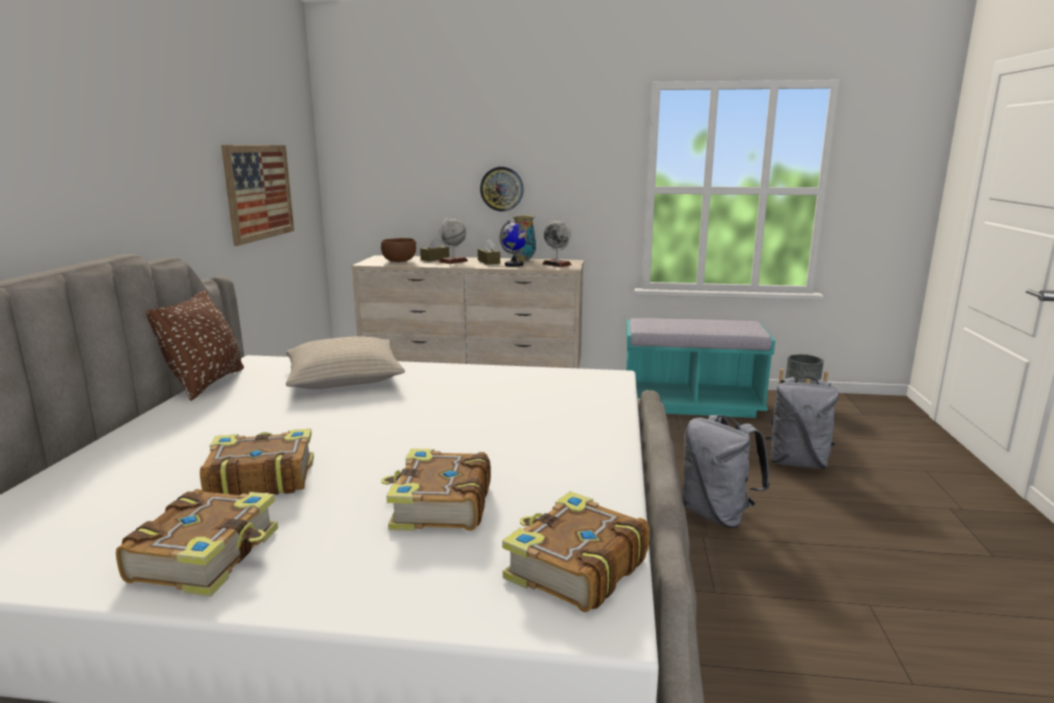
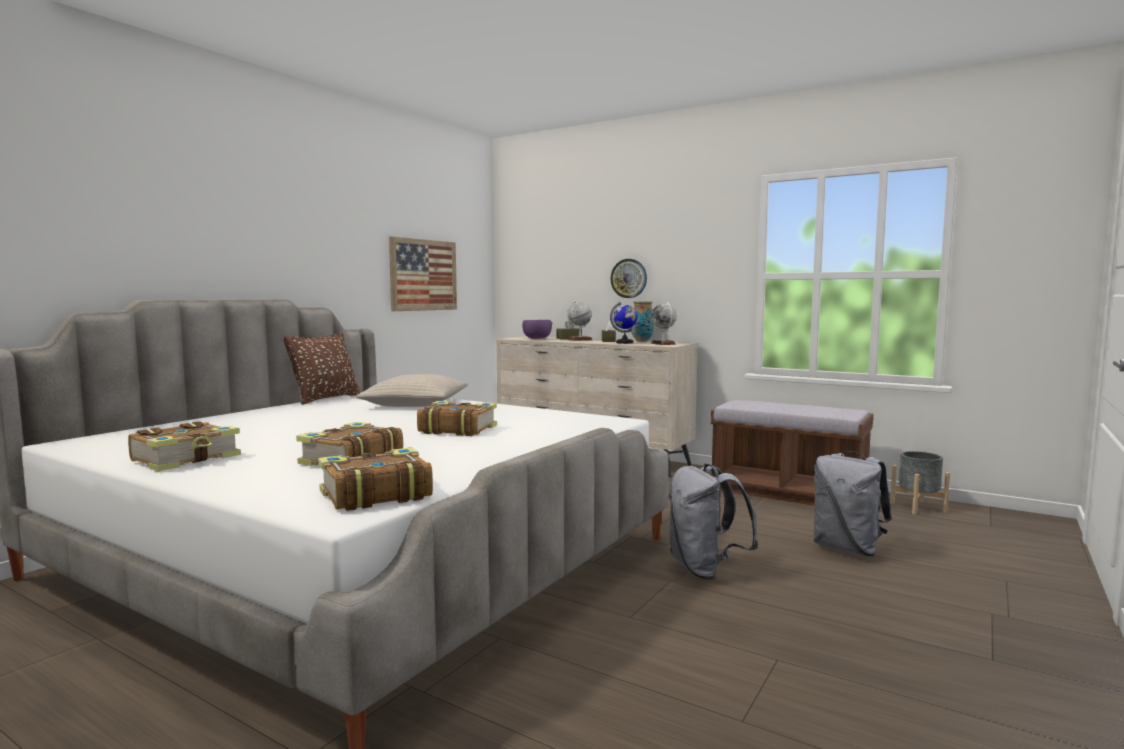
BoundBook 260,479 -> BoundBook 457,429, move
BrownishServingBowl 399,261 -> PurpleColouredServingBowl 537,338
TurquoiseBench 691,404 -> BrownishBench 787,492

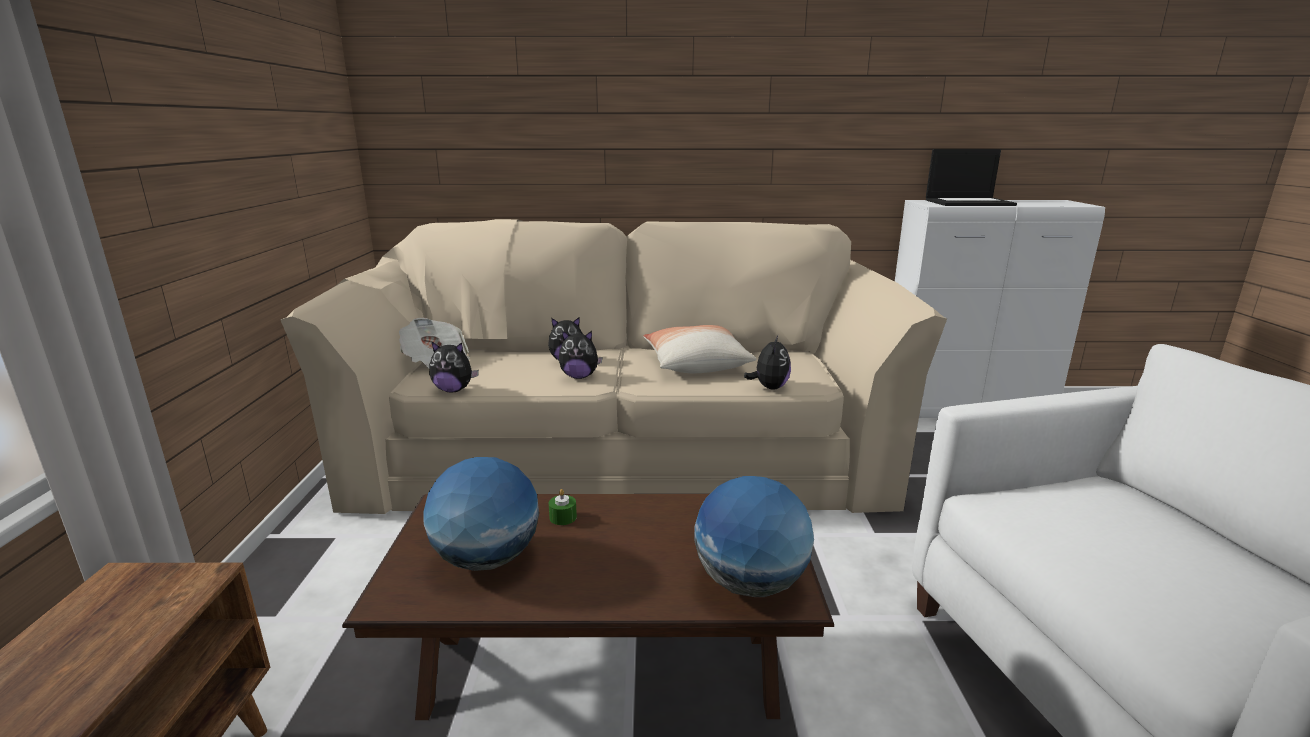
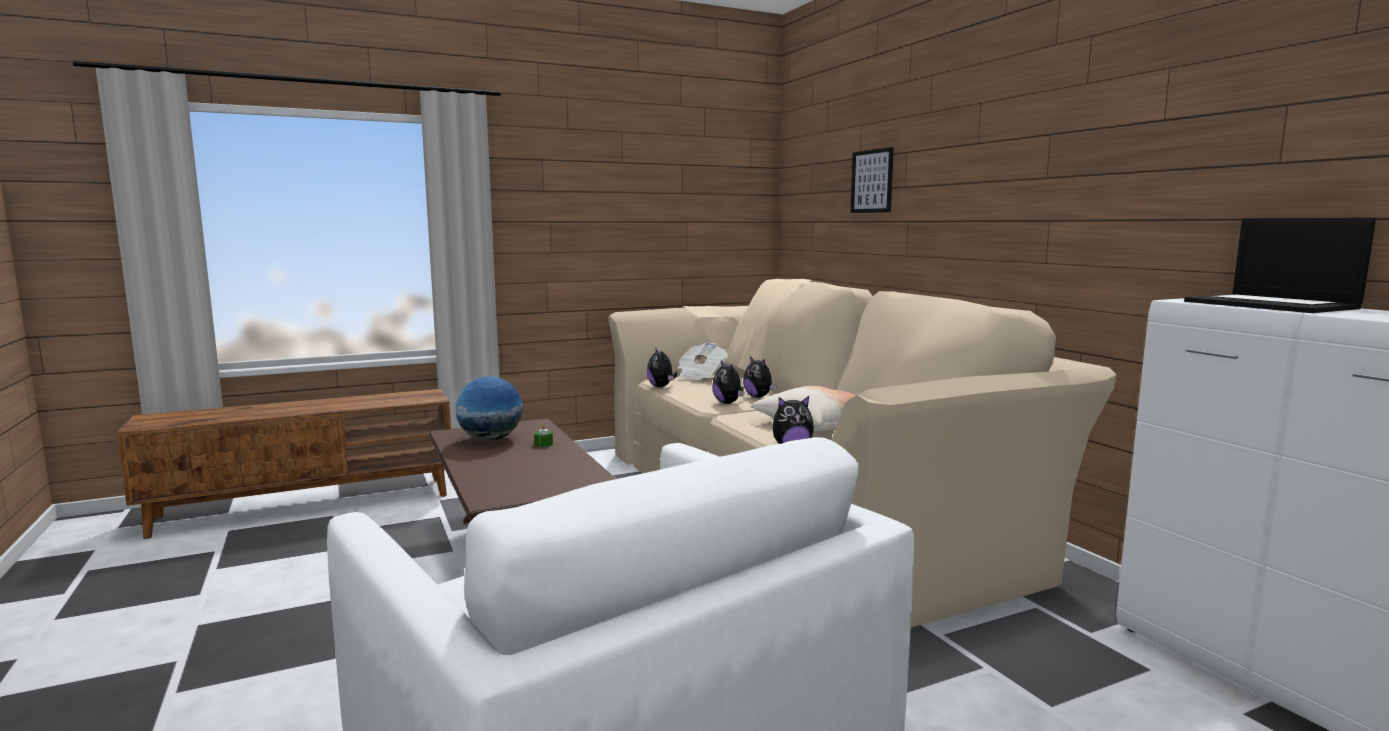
Globe 750,583 -> none
none -> WallPicture 872,181

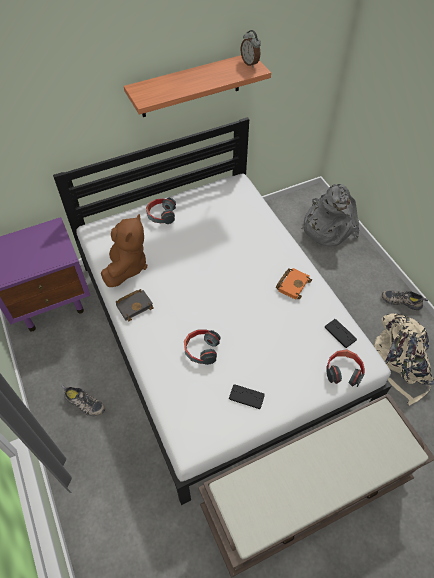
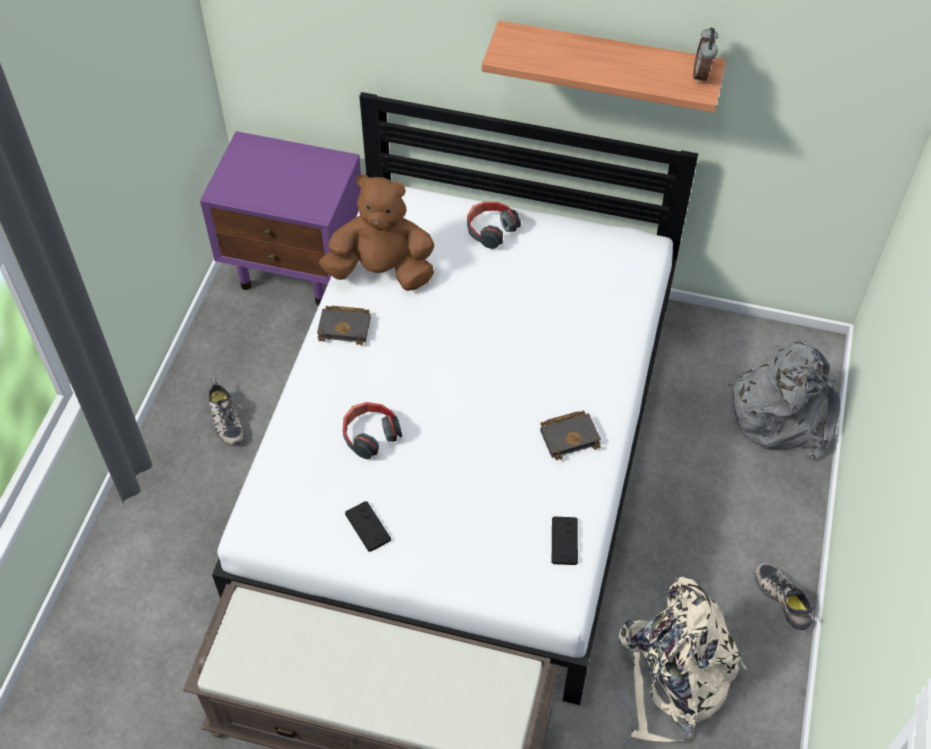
BrownishPlushToy 126,266 -> BrownishPlushToy 382,271, 135 degrees counterclockwise
OrangeyBoundBook 292,284 -> BlackColouredBoundBook 570,436
Headphones 343,371 -> none

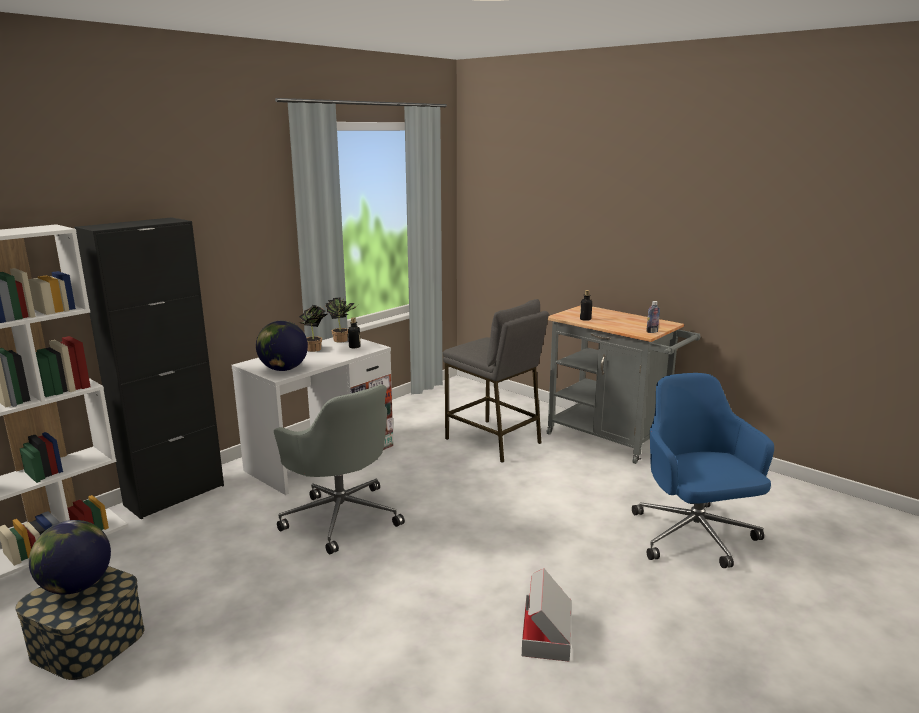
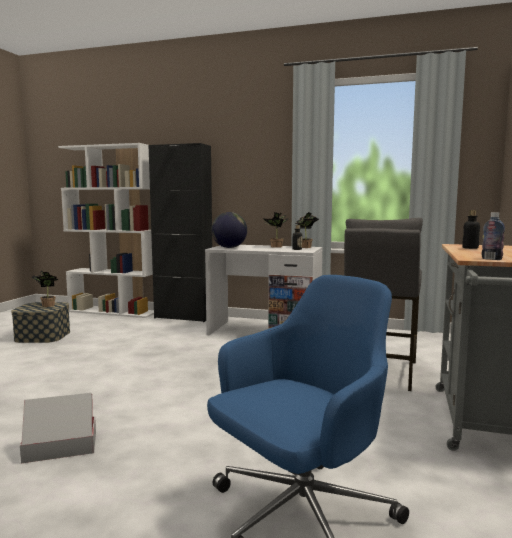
Globe 76,586 -> Houseplant 46,305
GrayDeskChair 341,516 -> none

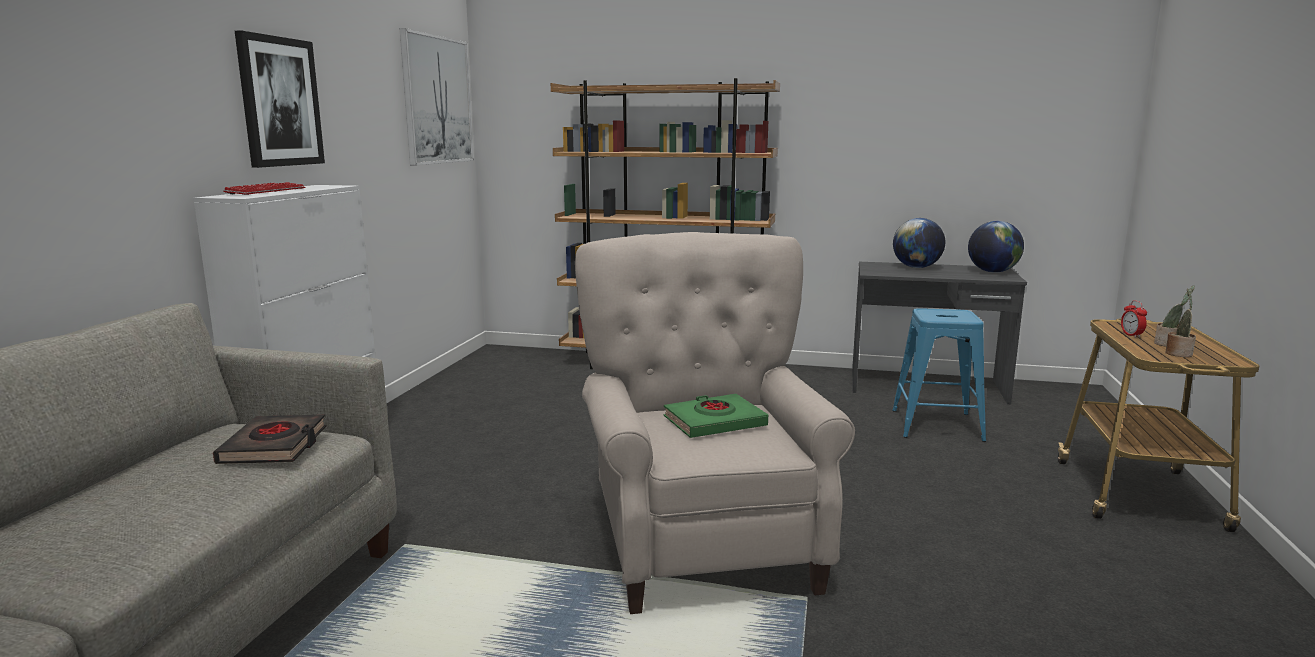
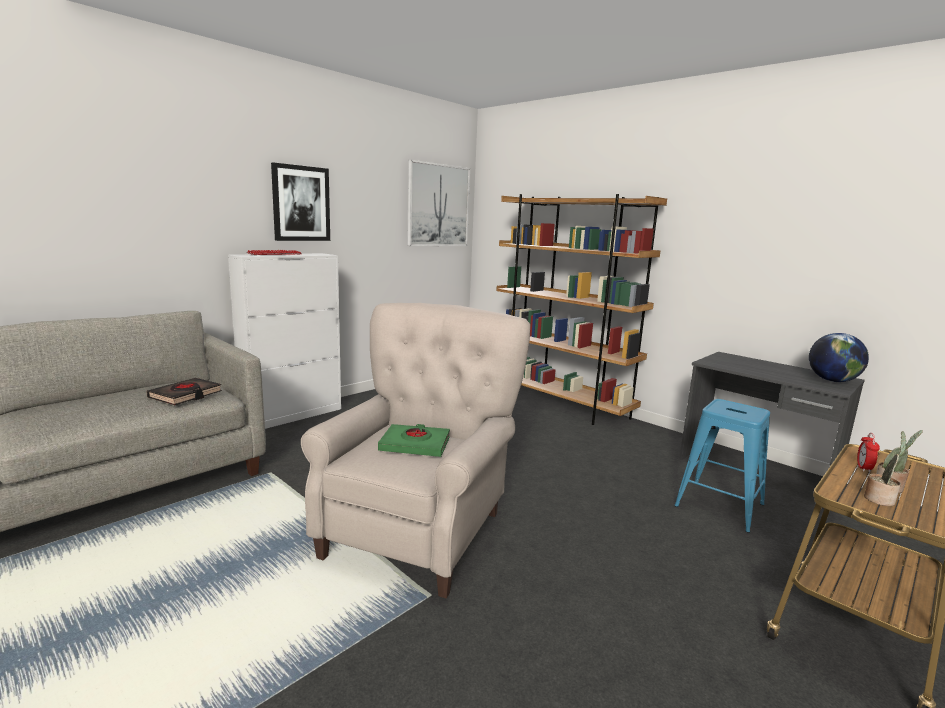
Globe 916,267 -> none

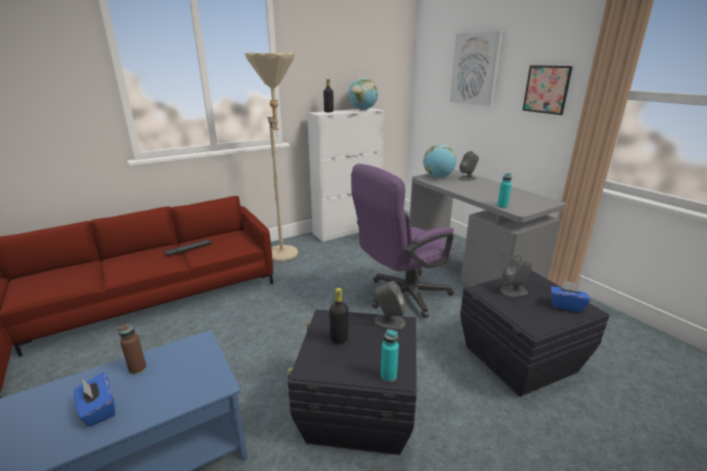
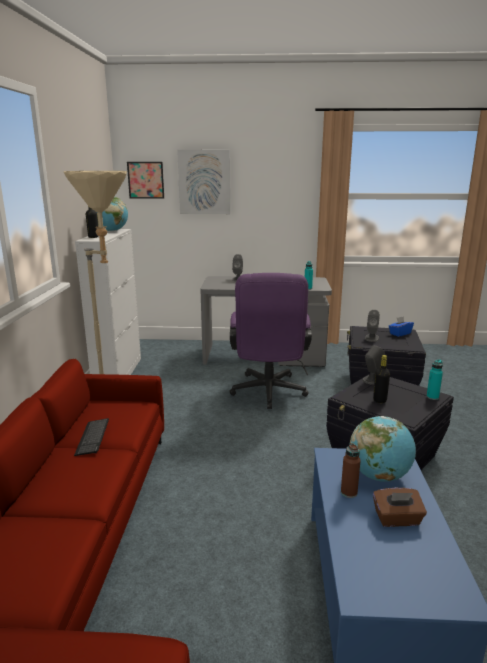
BlueTissueHolder 98,410 -> BrownishTissueHolder 397,519
Globe 438,177 -> Globe 379,476, move
WallPicture 546,89 -> WallPicture 146,180, move

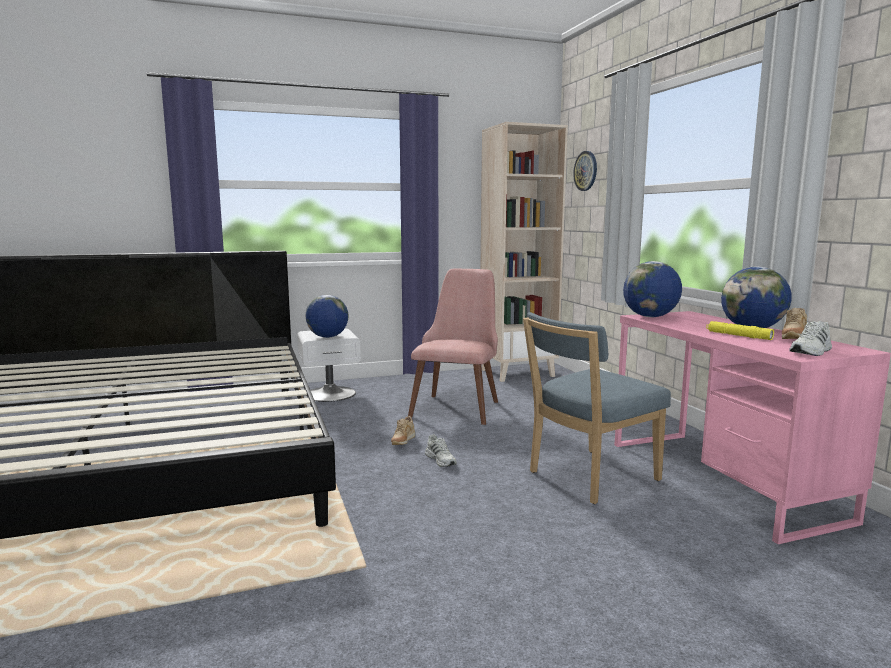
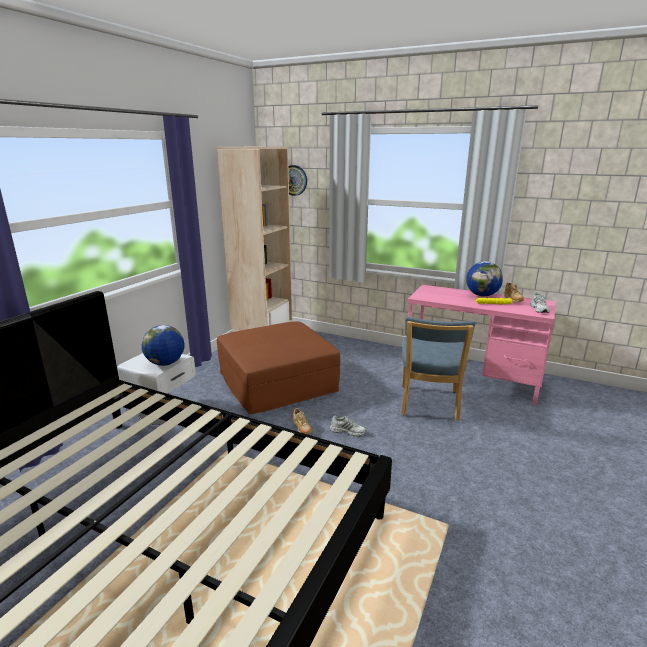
PinkishChair 458,405 -> BrownishOttoman 277,382
Globe 650,317 -> none

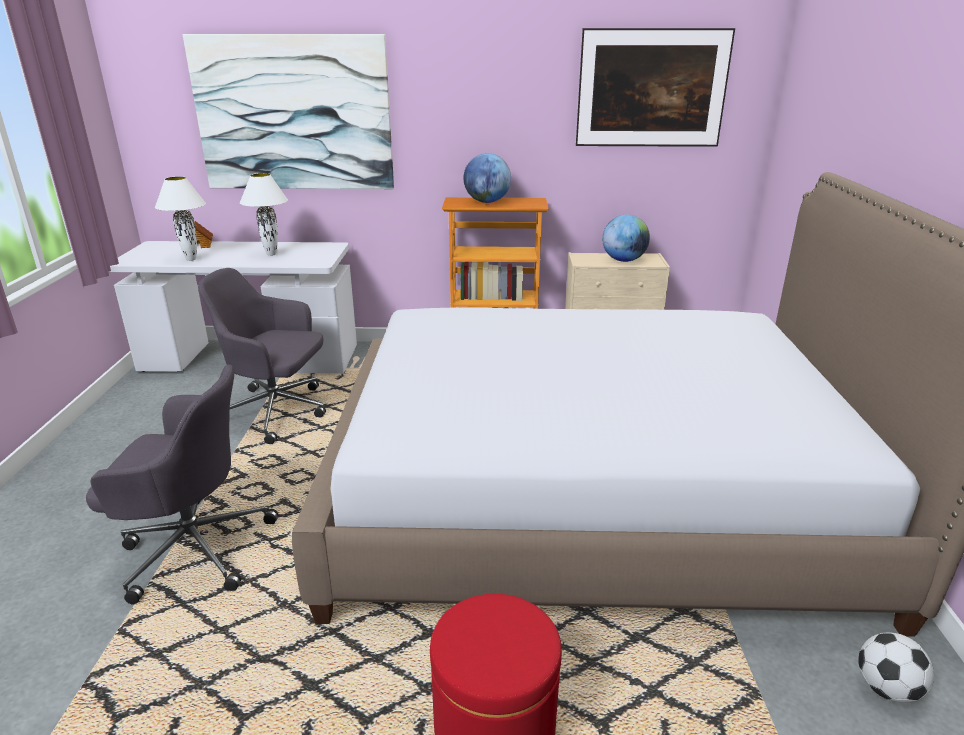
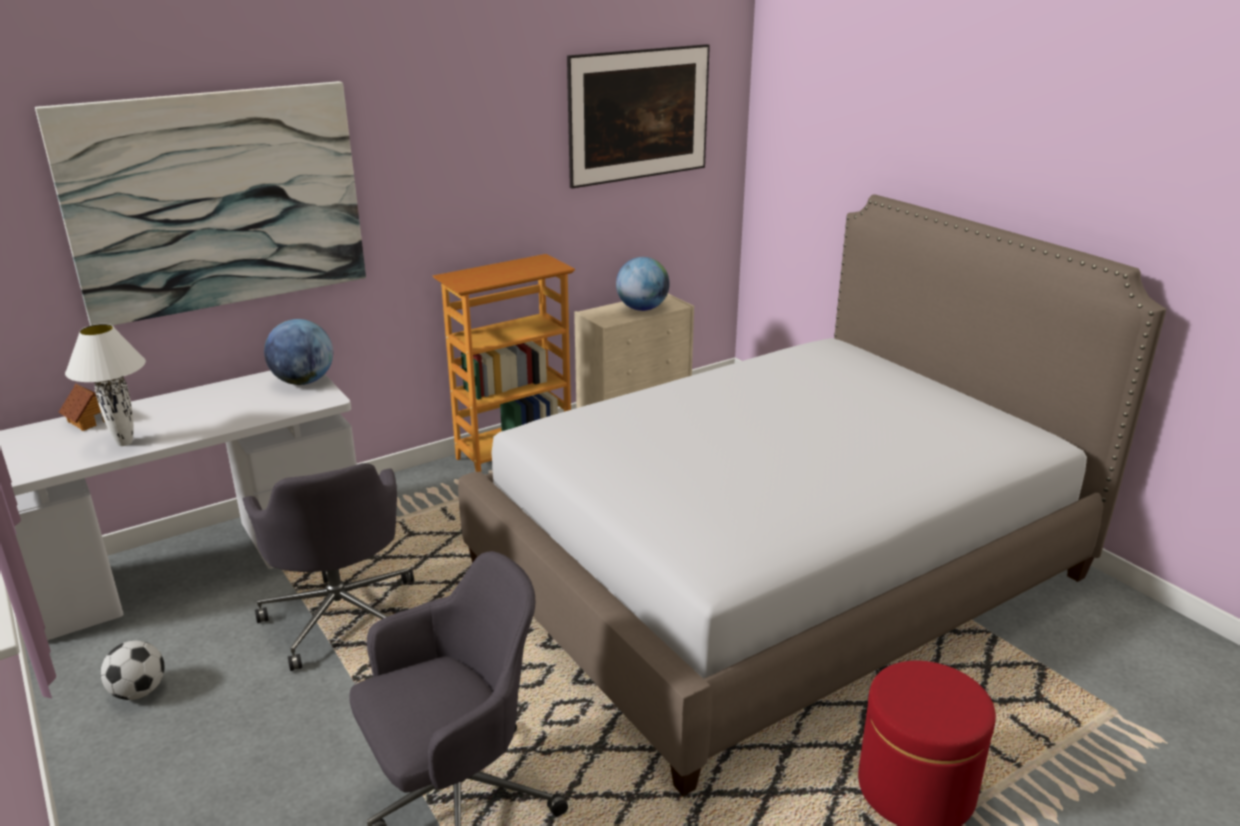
GrayDeskChair 277,412 -> GrayDeskChair 341,615, 90 degrees counterclockwise
WhitishLampForATable 271,254 -> none
Globe 487,202 -> Globe 303,381, move
Football 887,689 -> Football 139,692, move

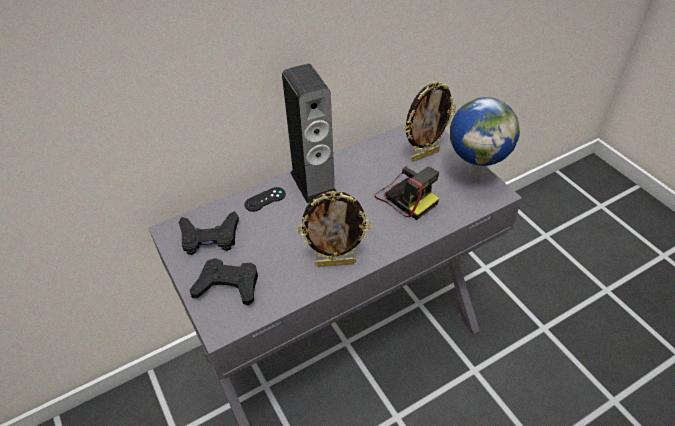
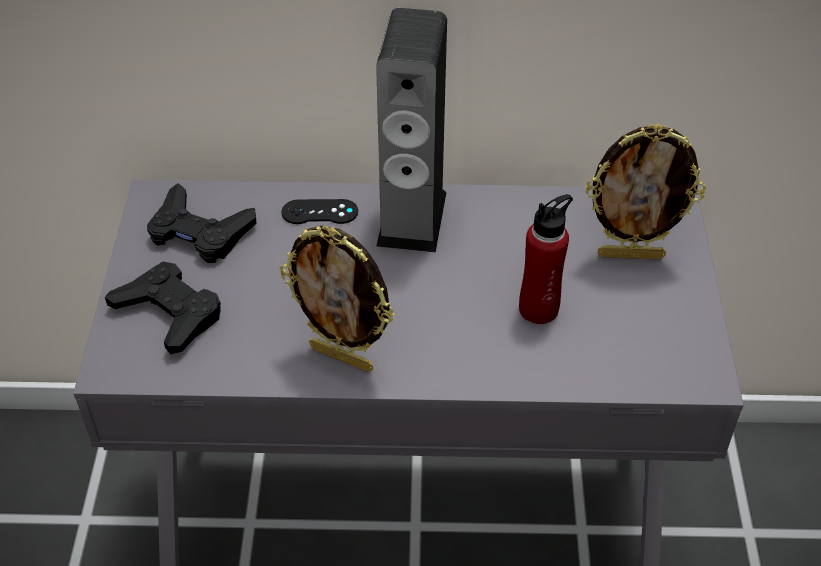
PhotoCamera 406,197 -> RedColouredBottle 539,309
Globe 474,178 -> none

